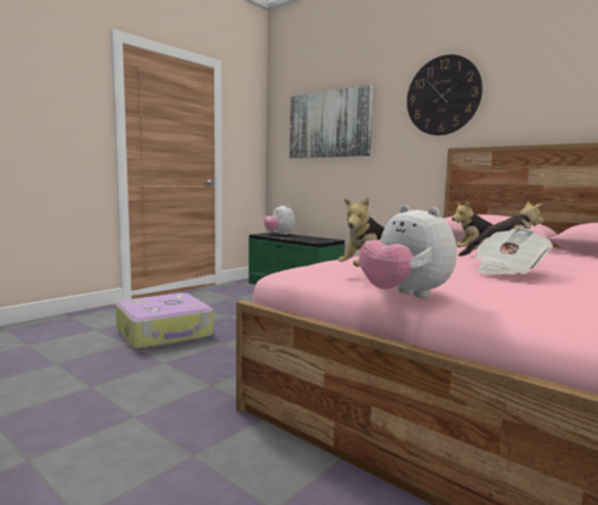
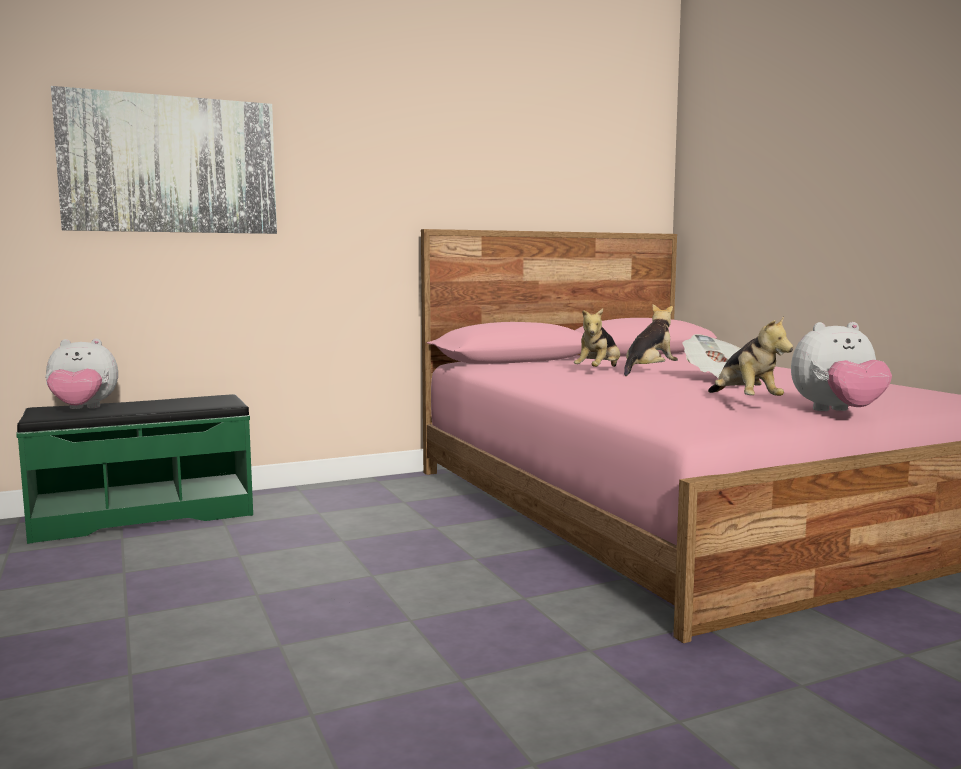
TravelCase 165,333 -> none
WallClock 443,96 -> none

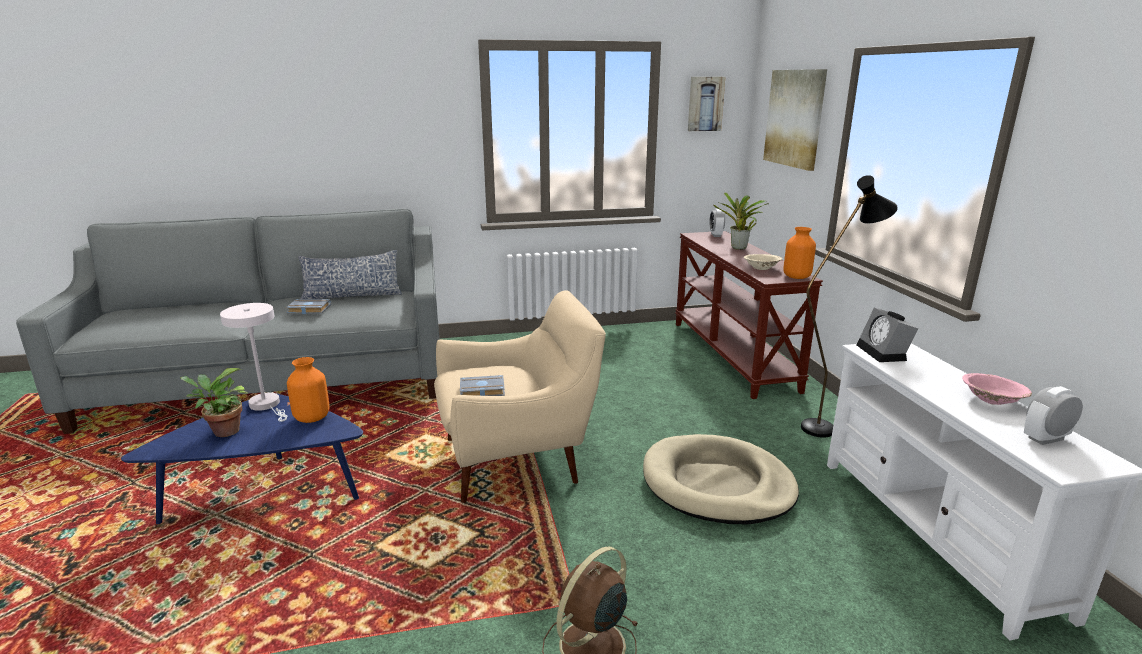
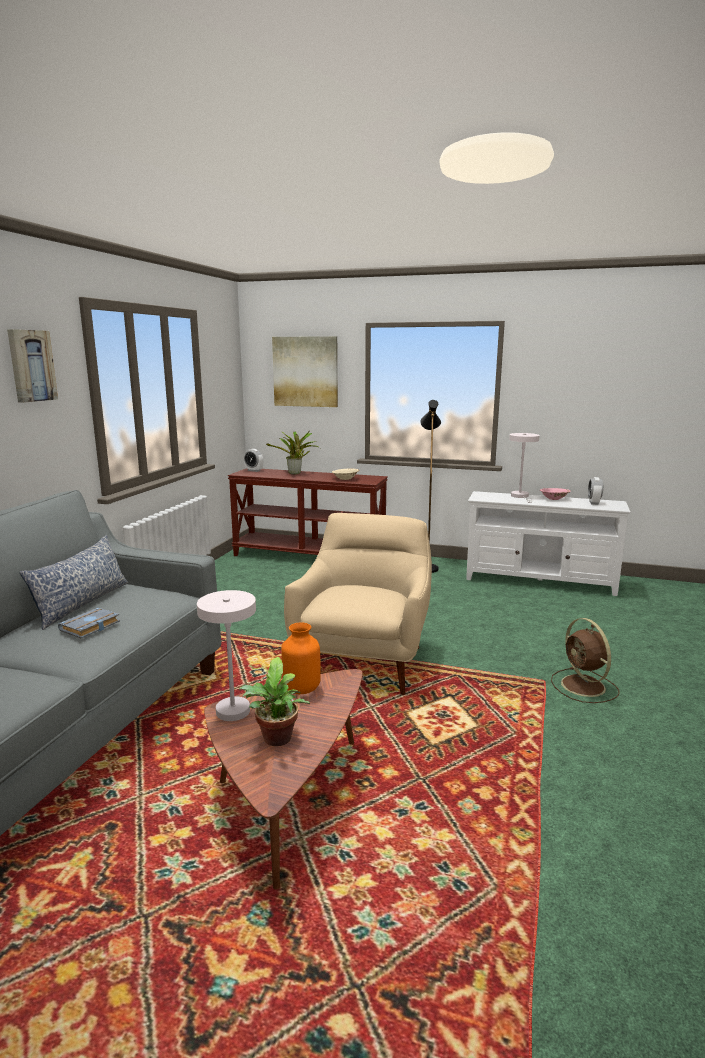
BlueLoungeTable 267,492 -> BrownishLoungeTable 287,797
GrayBoundBook 481,391 -> none
BeigeColouredPetBed 717,484 -> none
WallPicture 705,104 -> WallPicture 31,366, move
OrangeyVase 797,277 -> none
TableClock 884,353 -> none
none -> WhitishLampForATable 521,496

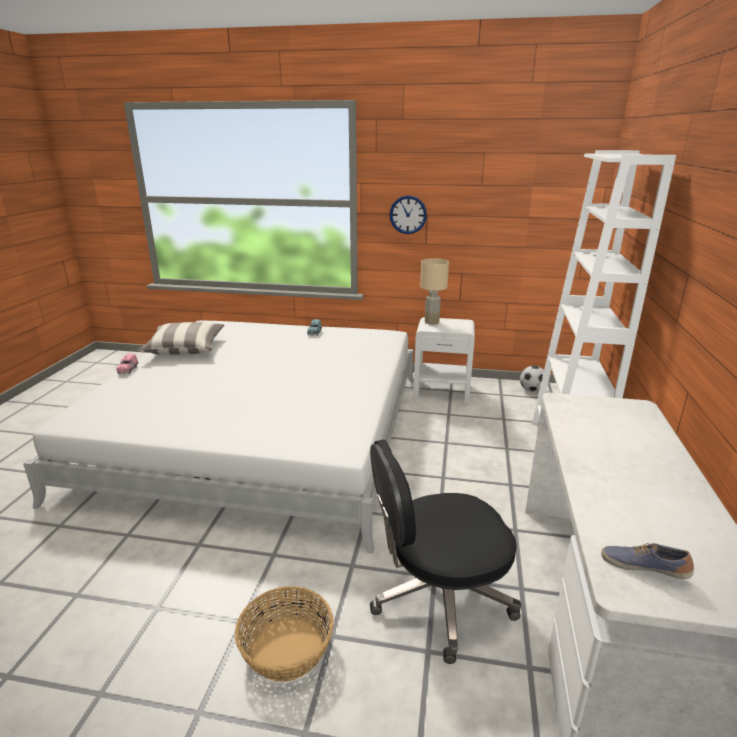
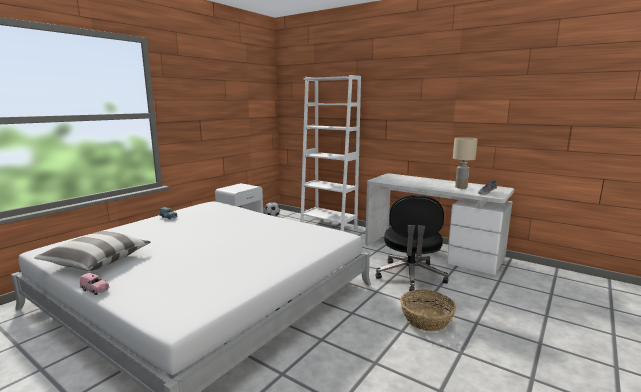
WallClock 408,214 -> none
BeigeColouredLampForATable 432,322 -> BeigeColouredLampForATable 461,187, move

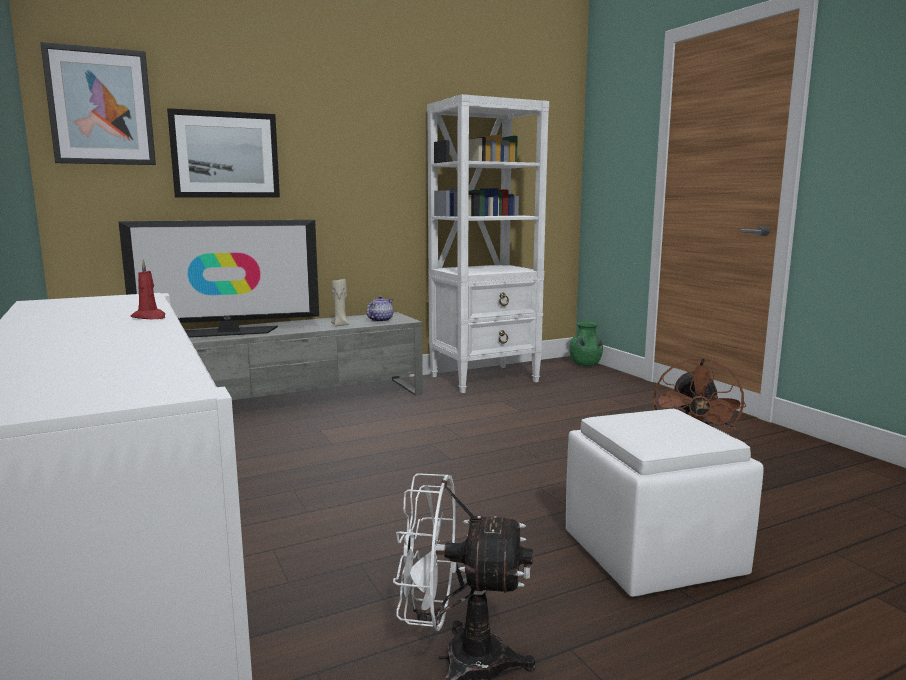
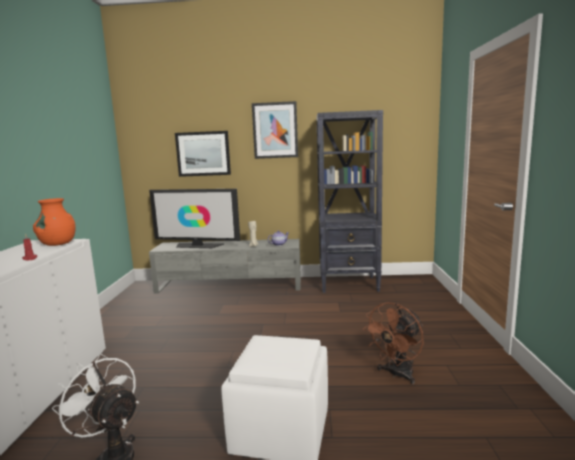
WallPicture 100,107 -> WallPicture 275,130, move
WhitishShelvingUnit 485,379 -> BlackColouredShelvingUnit 349,284
GreenVase 585,364 -> none
none -> OrangeyVase 58,244

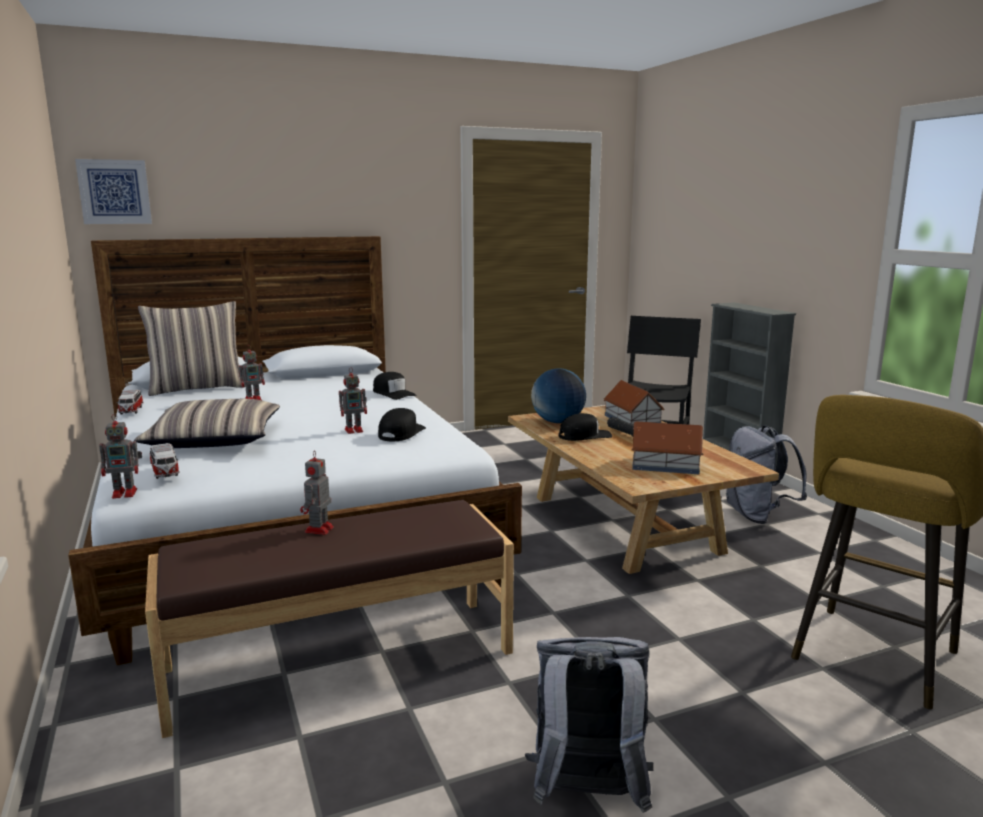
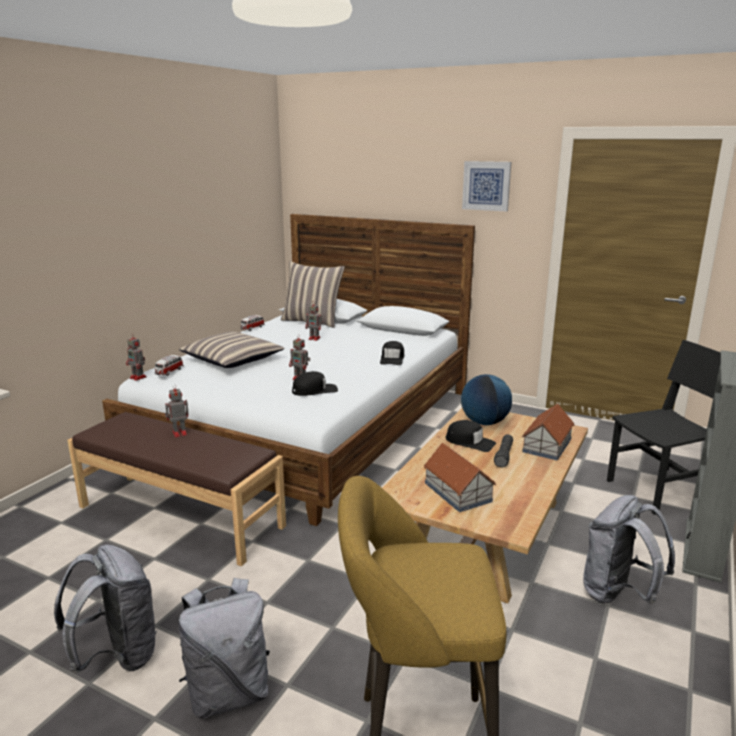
WallPicture 114,192 -> WallPicture 486,186, move
none -> GrayRucksack 228,693

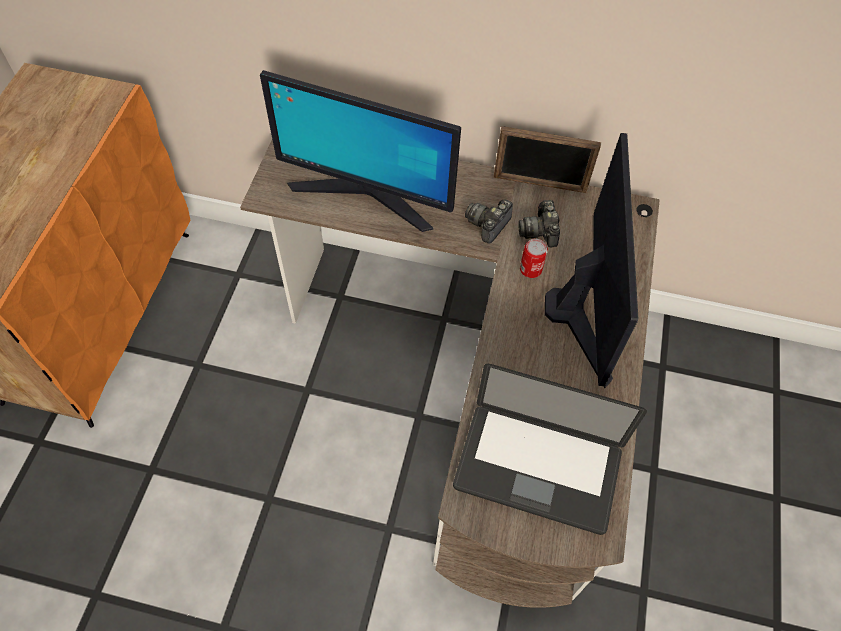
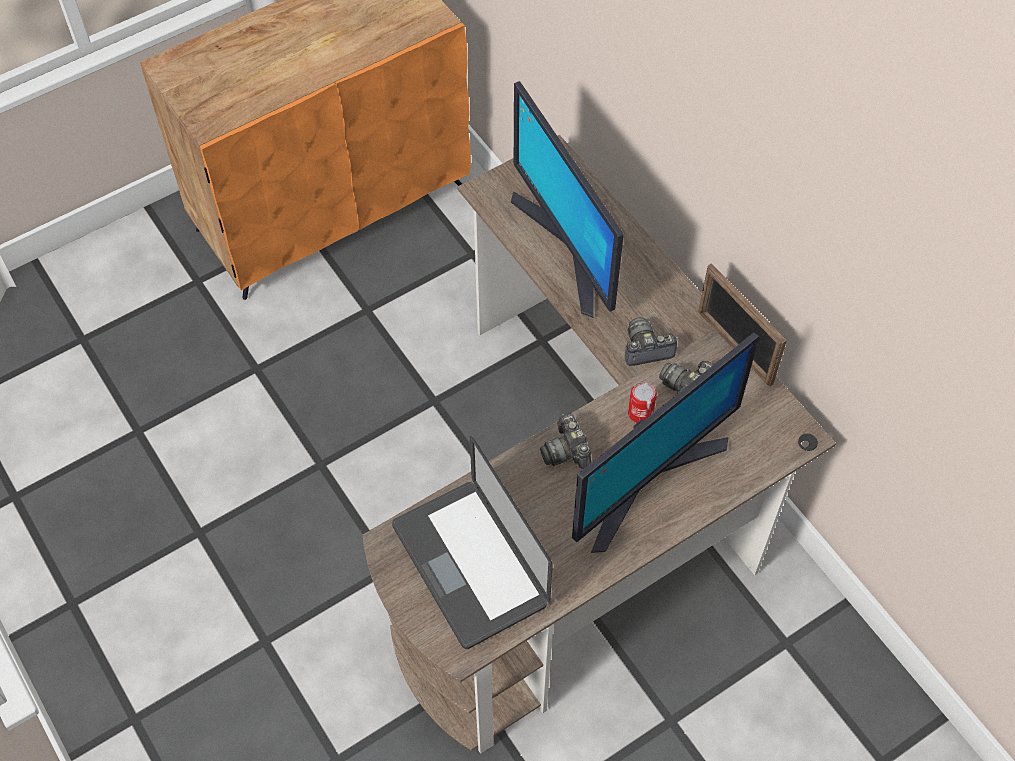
none -> PhotoCamera 566,451

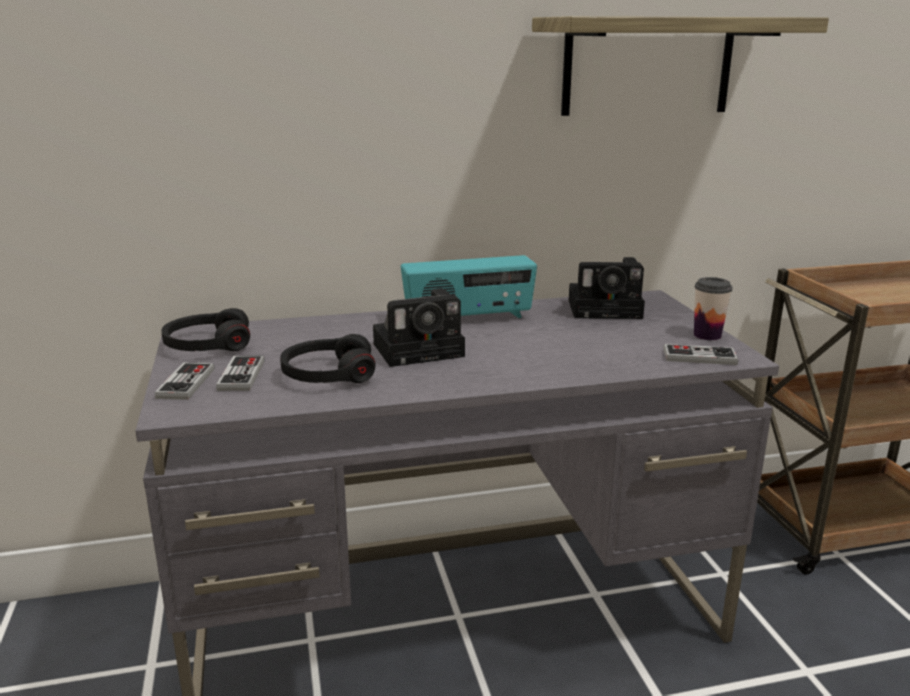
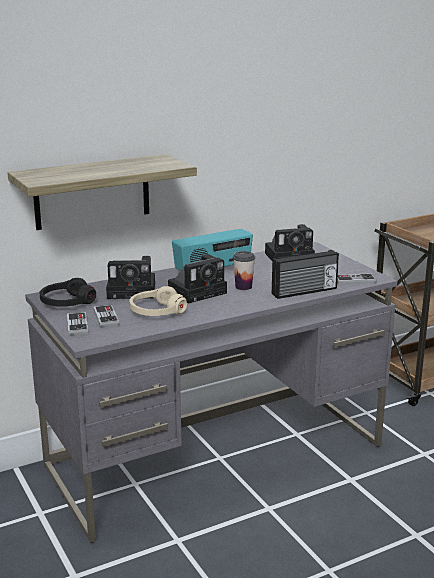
BlackColouredHeadphones 328,375 -> BeigeColouredHeadphones 156,311
WallShelf 648,66 -> WallShelf 92,192, move
DrinkingCup 707,335 -> DrinkingCup 243,287, move
none -> PhotoCamera 134,291
none -> RadioReceiver 305,292

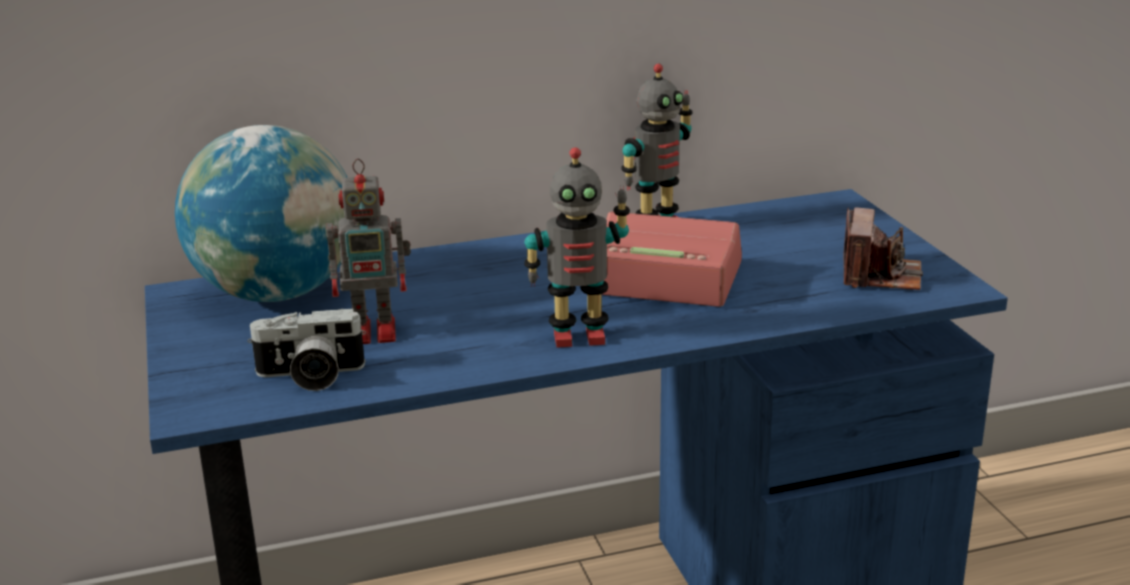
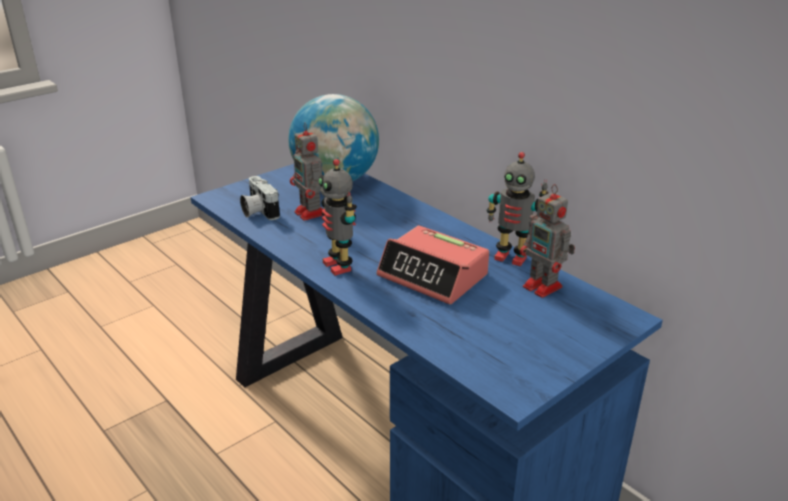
TableClock 664,279 -> TableClock 433,276, 135 degrees clockwise
PhotoCamera 880,275 -> none
none -> ModelRobot 544,287

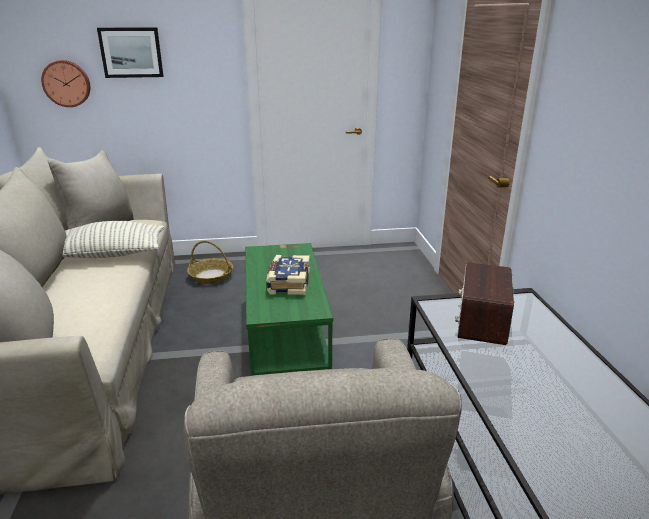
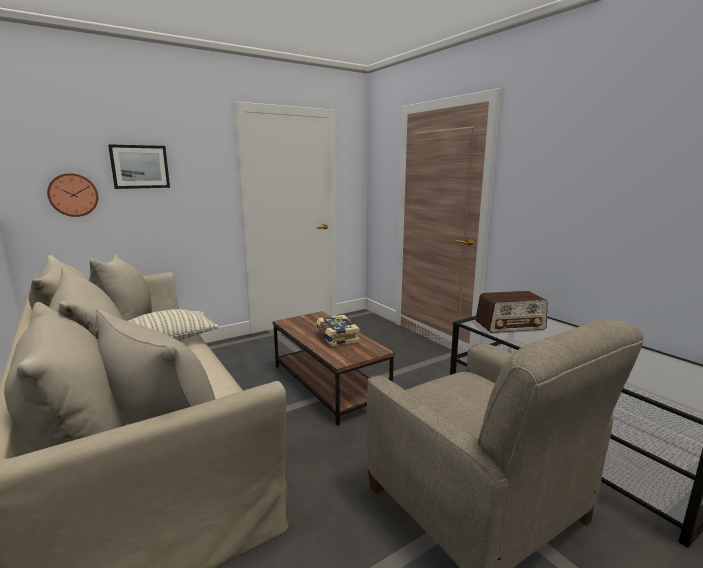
HouseholdBasket 210,276 -> none
GreenLoungeTable 284,332 -> BrownishLoungeTable 328,384
RadioReceiver 482,320 -> RadioReceiver 510,325, 90 degrees counterclockwise

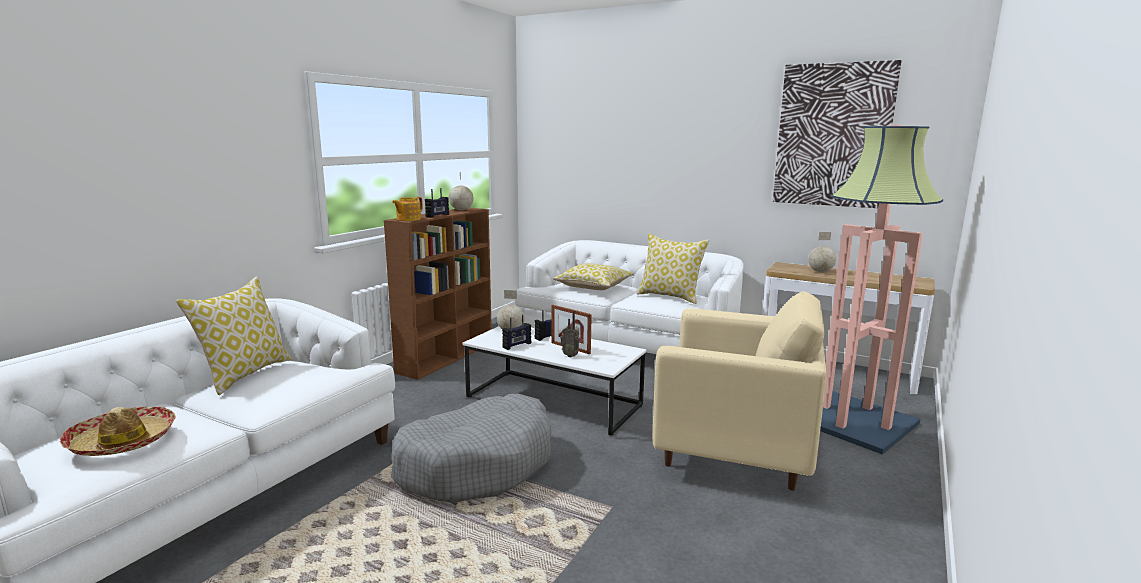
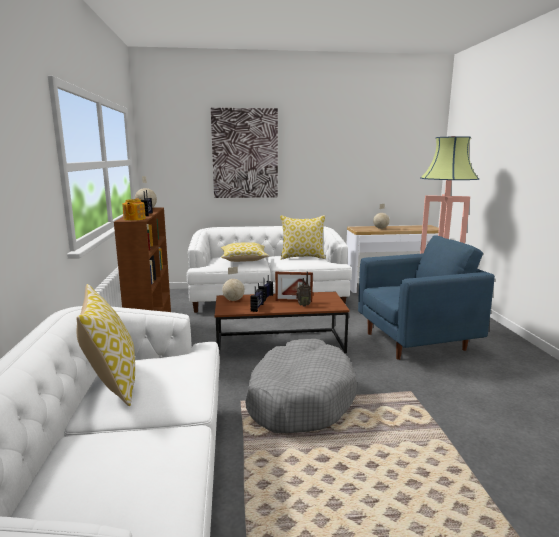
ClothingHat 122,441 -> none
WhitishLoungeTable 553,402 -> BrownishLoungeTable 279,345
BeigeColouredLoungeChair 732,453 -> BlueLoungeChair 415,341
WallPicture 833,135 -> WallPicture 245,153, move

